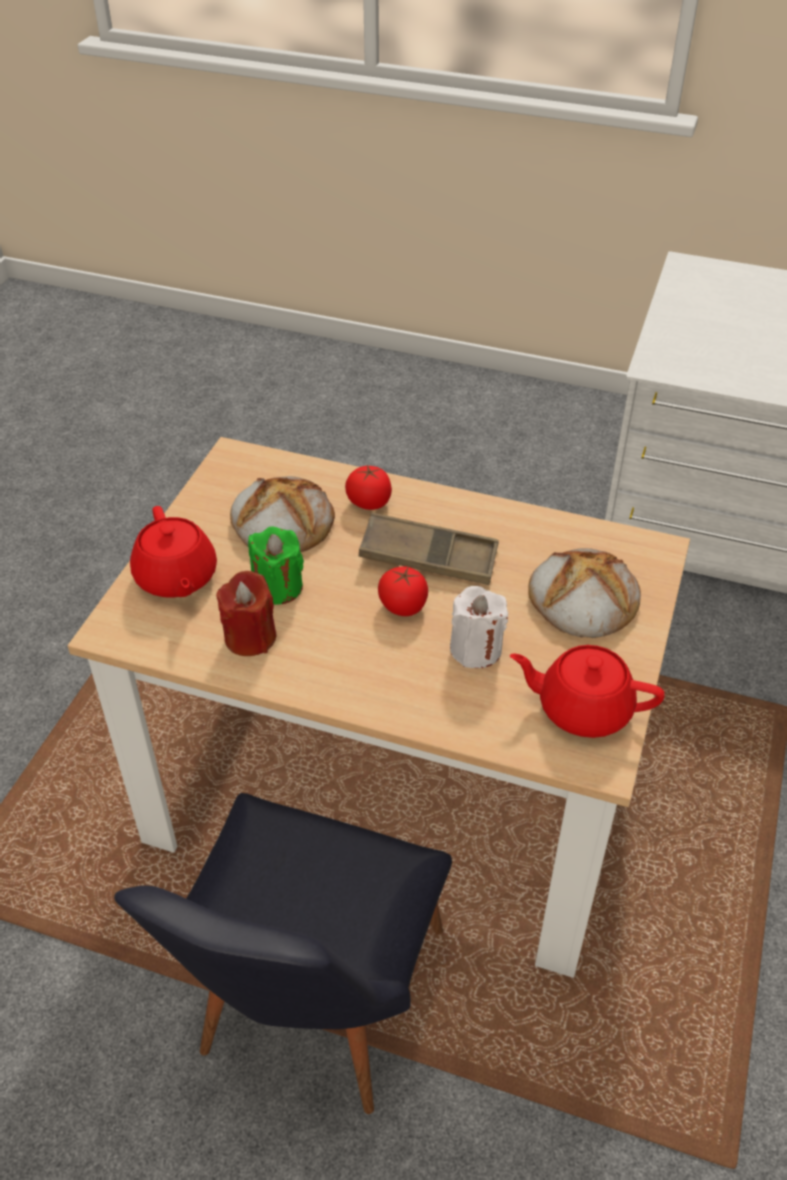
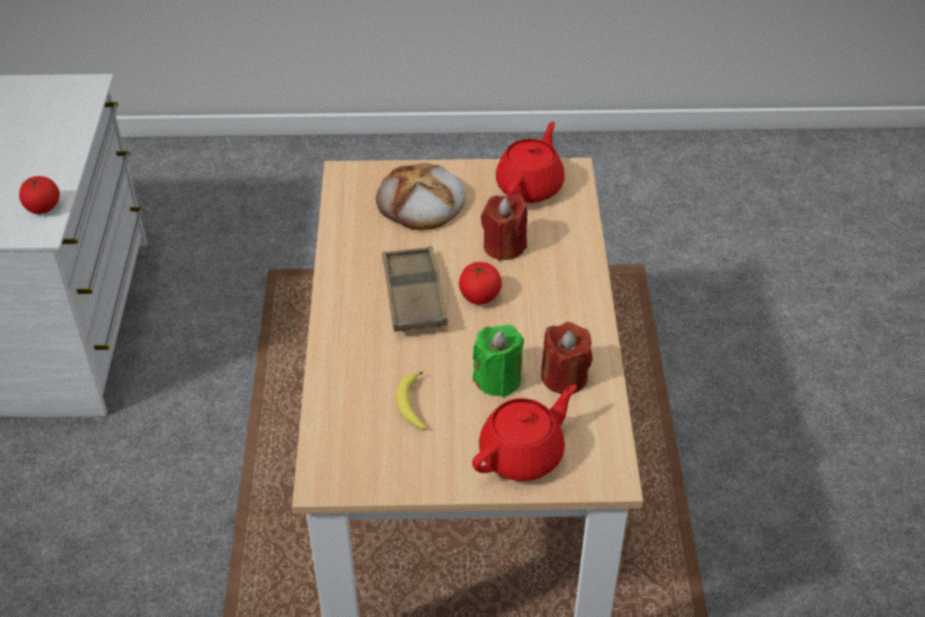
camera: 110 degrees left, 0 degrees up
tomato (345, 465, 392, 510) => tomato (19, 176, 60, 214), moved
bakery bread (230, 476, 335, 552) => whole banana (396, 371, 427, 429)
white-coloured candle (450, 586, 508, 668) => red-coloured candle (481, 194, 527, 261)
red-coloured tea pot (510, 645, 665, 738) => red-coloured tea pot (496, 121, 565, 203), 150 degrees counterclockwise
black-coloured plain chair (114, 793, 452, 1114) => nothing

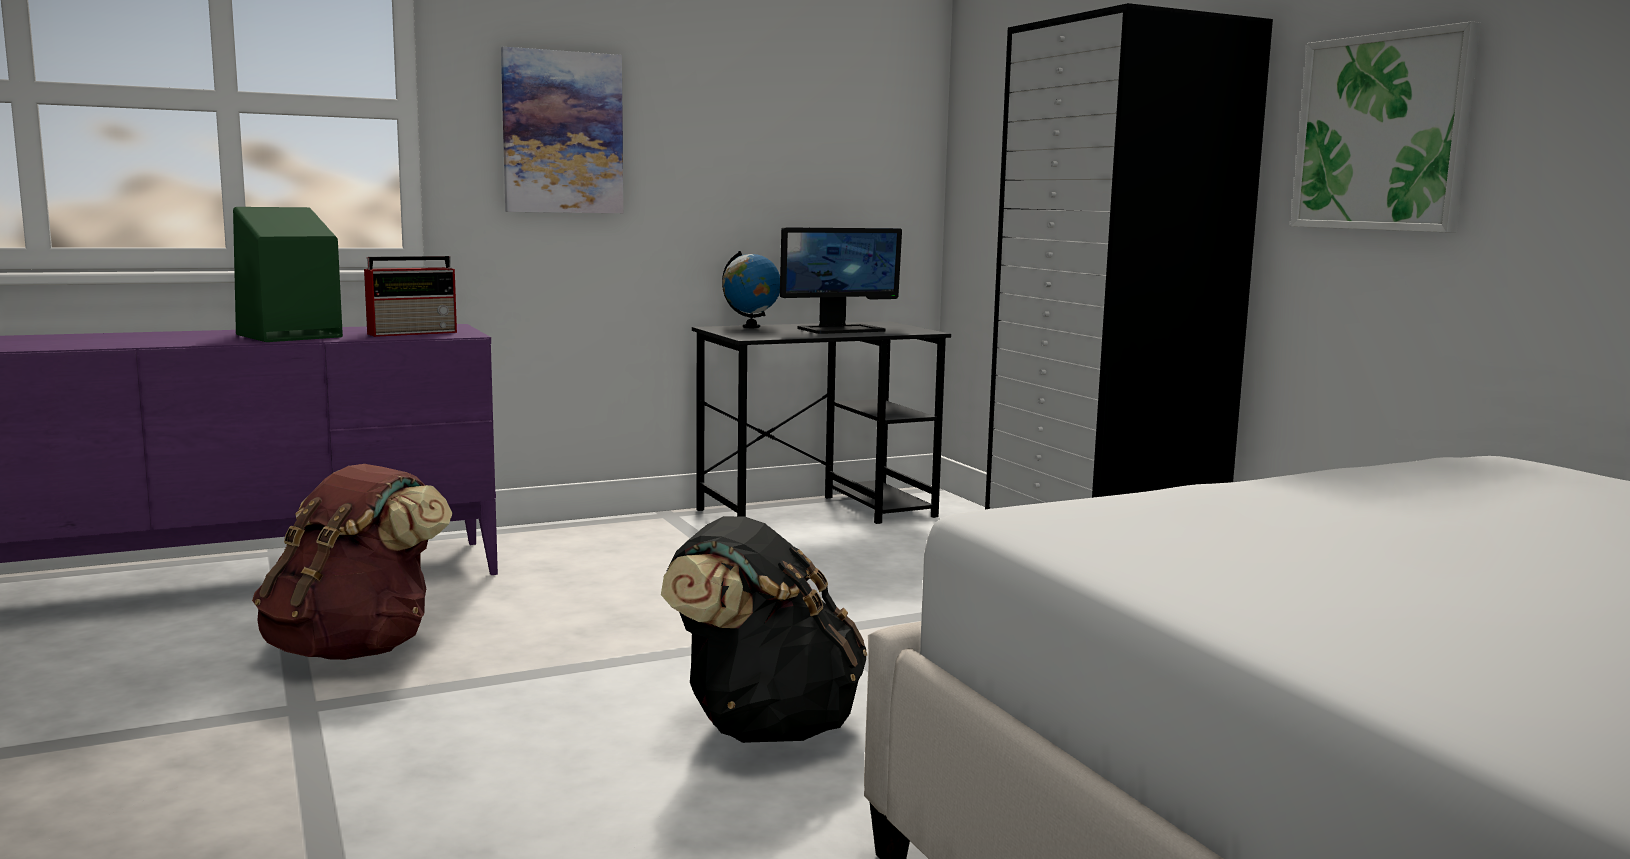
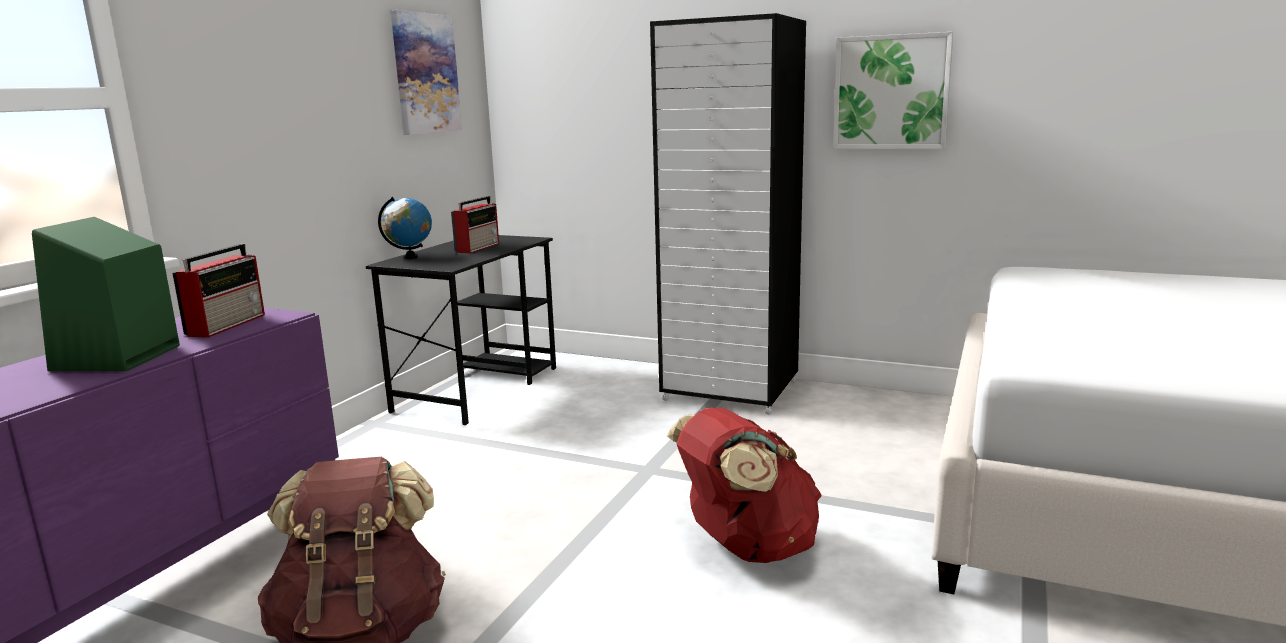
camera: 40 degrees left, 5 degrees up
wall art (501, 47, 623, 213) => wall art (391, 10, 462, 135), moved
computer display (780, 227, 902, 334) => radio (451, 196, 499, 253)
black-coloured rucksack (661, 516, 867, 743) => red-coloured rucksack (667, 408, 822, 563)

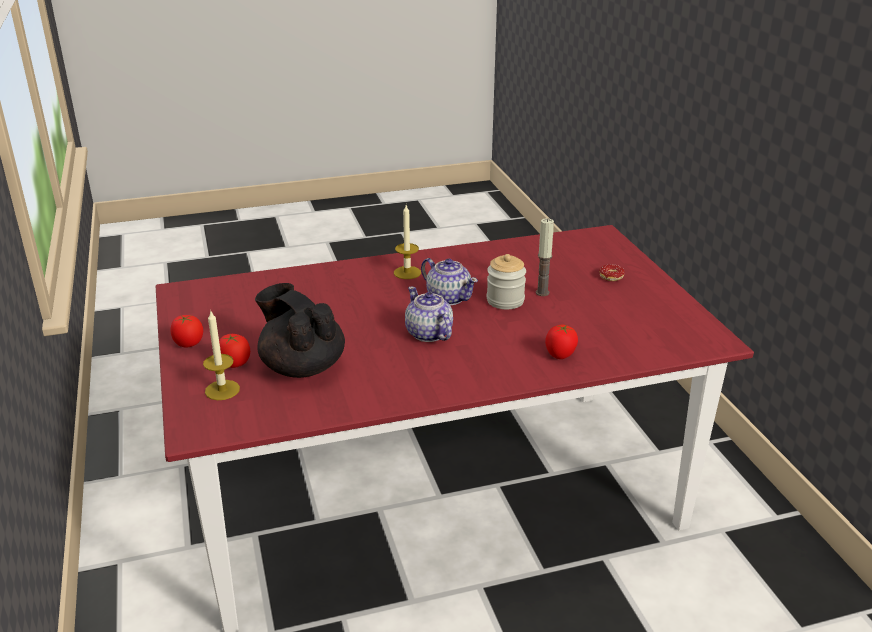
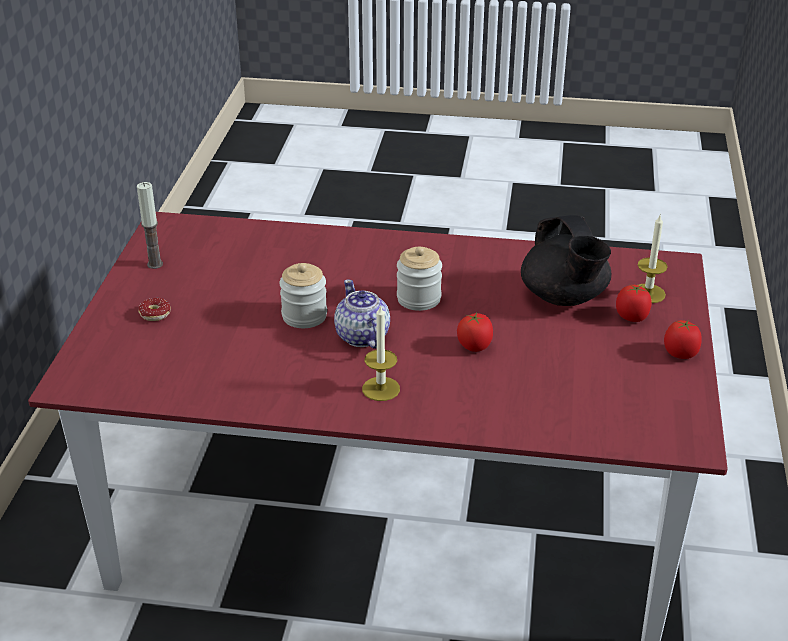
camera: 155 degrees left, 5 degrees up
candle (536, 218, 554, 296) => candle (137, 182, 163, 269), moved
tea pot (405, 287, 453, 342) => storage jar (397, 247, 442, 311)
tomato (545, 324, 578, 359) => tomato (457, 313, 493, 352), moved

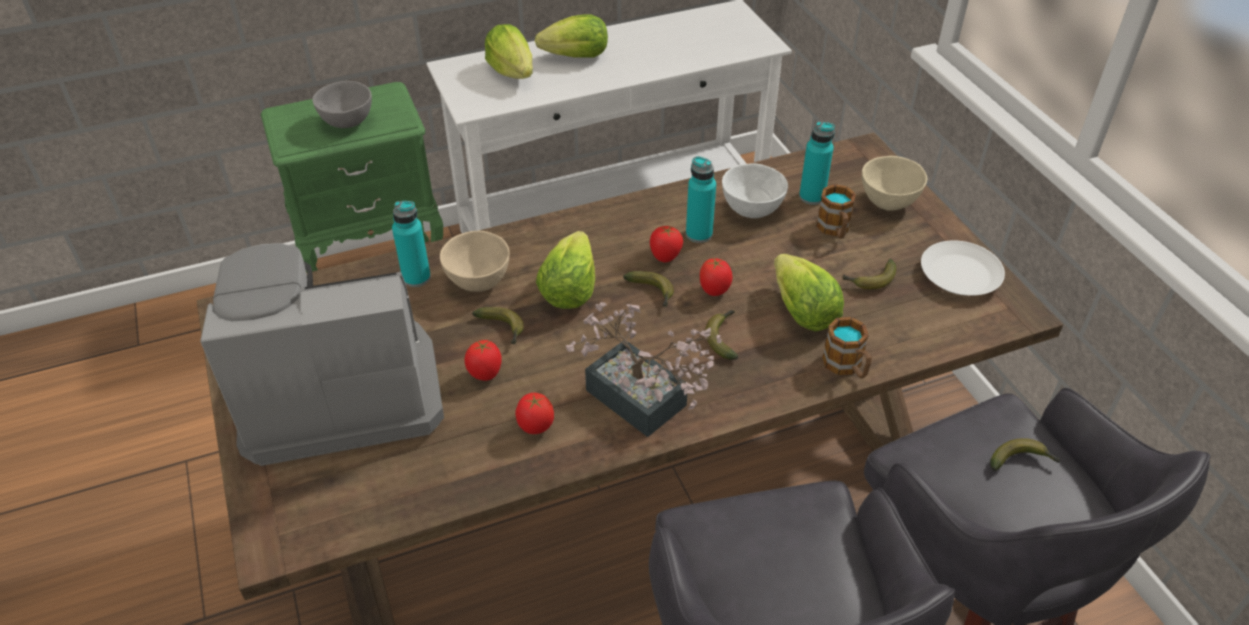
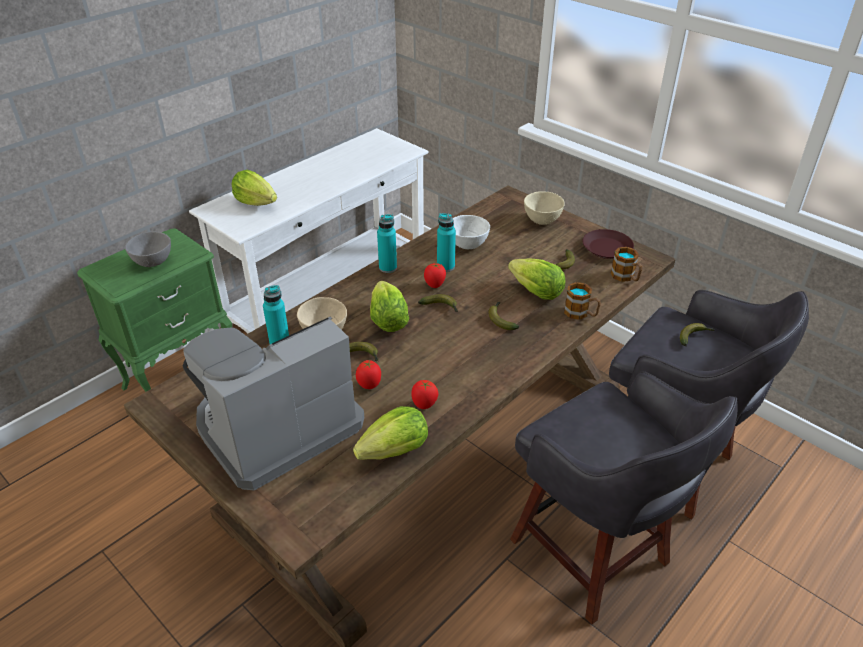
camera: 25 degrees left, 5 degrees down
lettuce (535, 14, 608, 58) => lettuce (353, 406, 428, 460), moved
turquoise-coloured drink bottle (799, 121, 835, 205) => turquoise-coloured drink bottle (377, 214, 397, 273), moved
white-coloured flat dish (921, 240, 1005, 296) => brown flat dish (583, 229, 634, 259)
tea mug (816, 184, 856, 239) => tea mug (611, 247, 642, 282), moved
houseplant (566, 302, 722, 437) => nothing
tomato (700, 258, 732, 296) => nothing

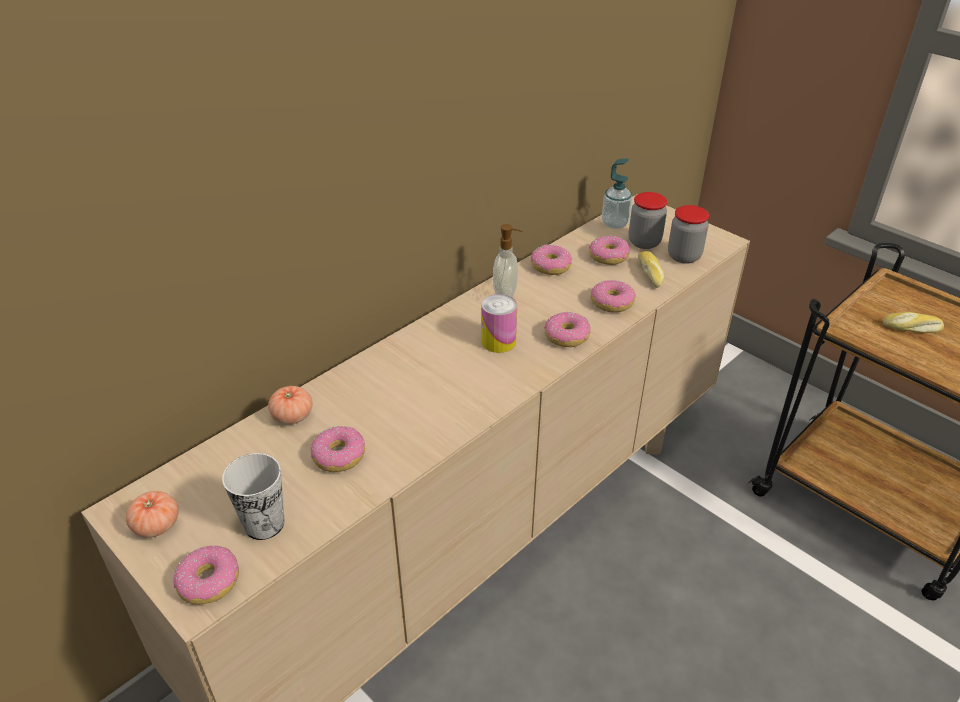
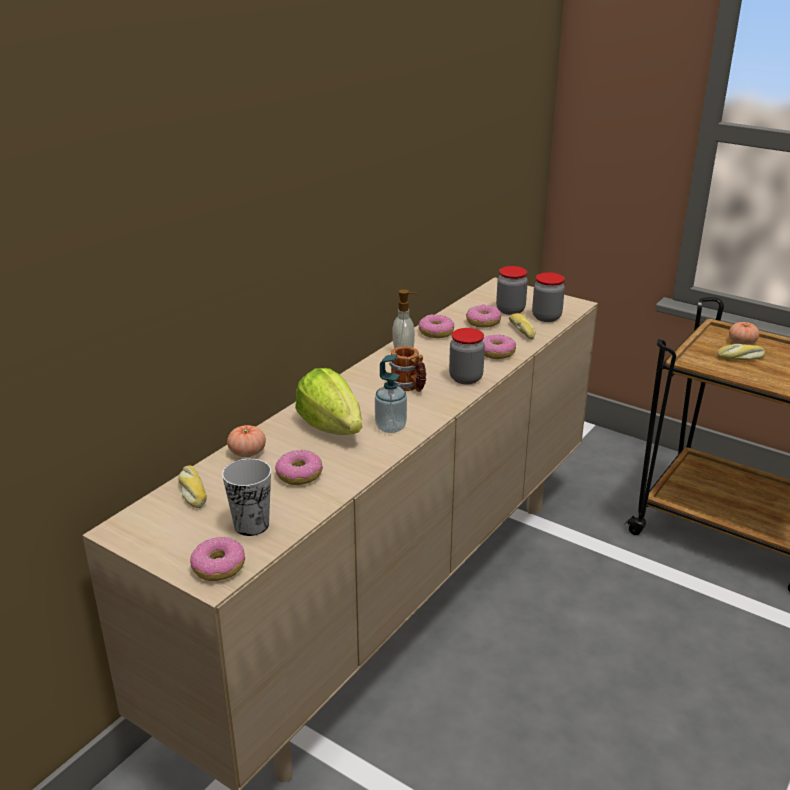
camera: 10 degrees left, 10 degrees down
nothing => bakery bread (178, 465, 207, 508)
nothing => lettuce (295, 368, 362, 435)
soap bottle (602, 158, 632, 229) => soap bottle (375, 354, 407, 433), moved
can (481, 294, 517, 353) => tea mug (389, 346, 426, 392)
donut (544, 312, 590, 347) => storage jar (449, 328, 485, 384)
tomato (126, 491, 179, 537) => tomato (729, 322, 759, 345), moved

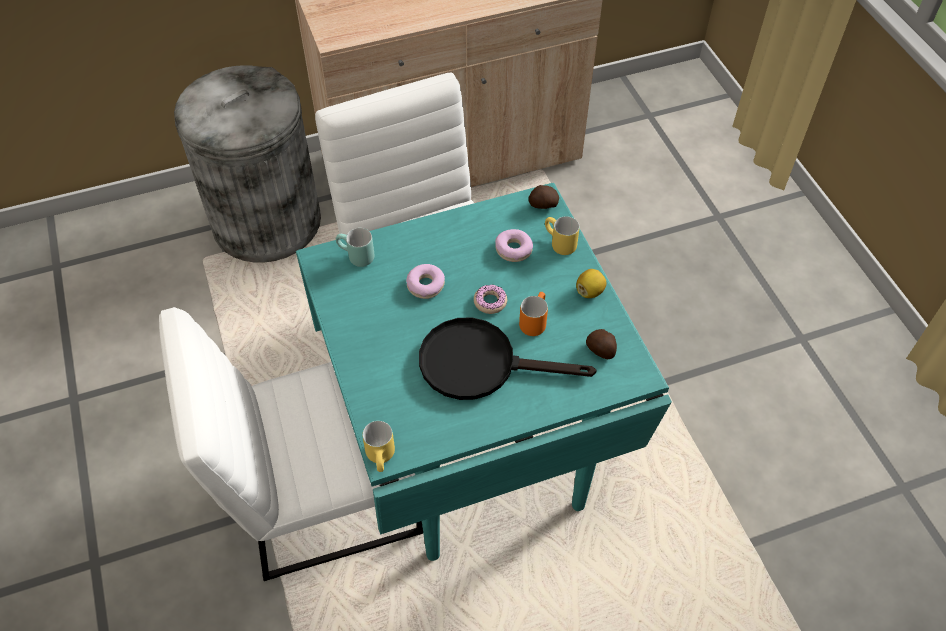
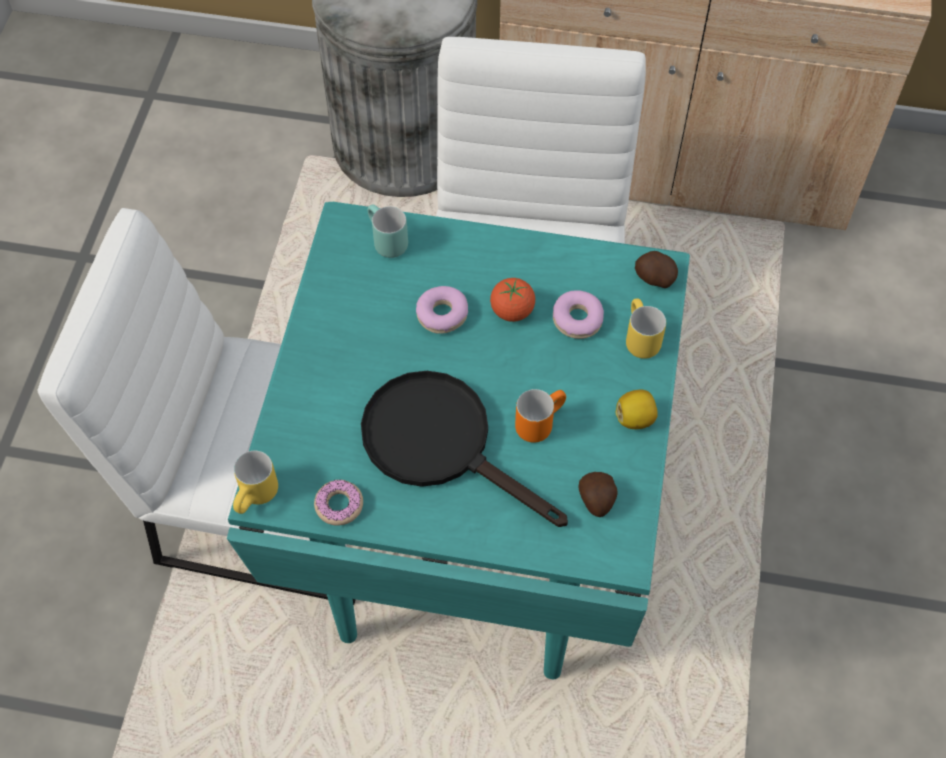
camera: 30 degrees right, 5 degrees up
donut (474, 285, 507, 314) => donut (314, 480, 363, 526), moved
nothing => tomato (490, 278, 535, 322)

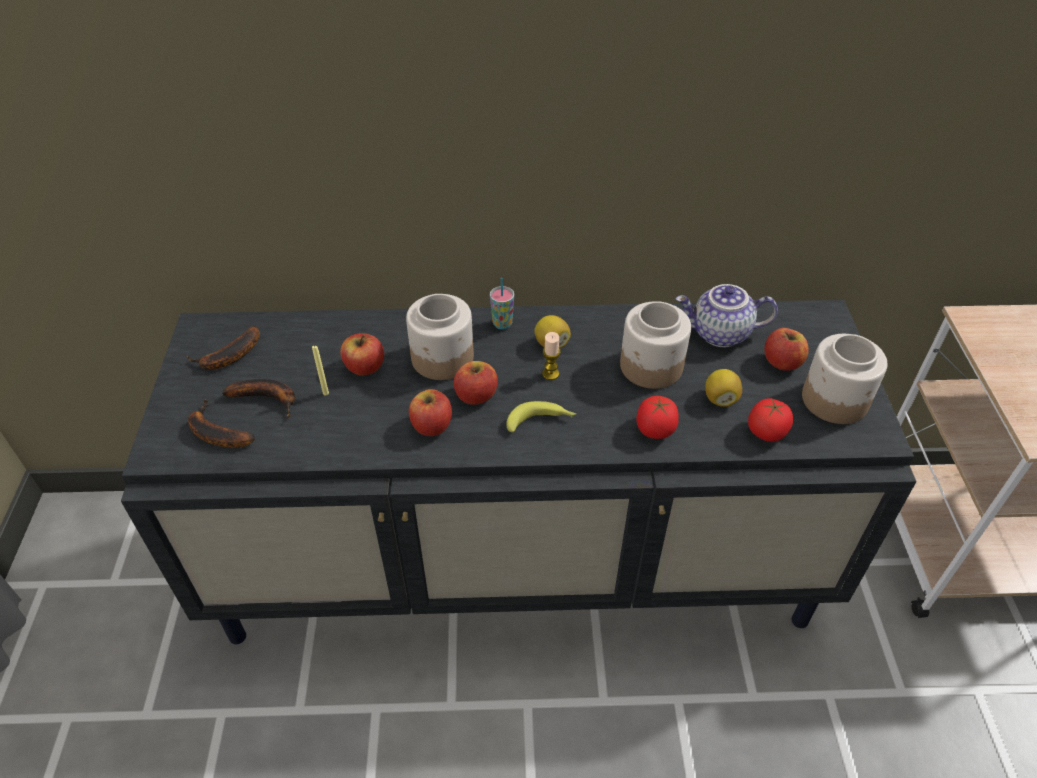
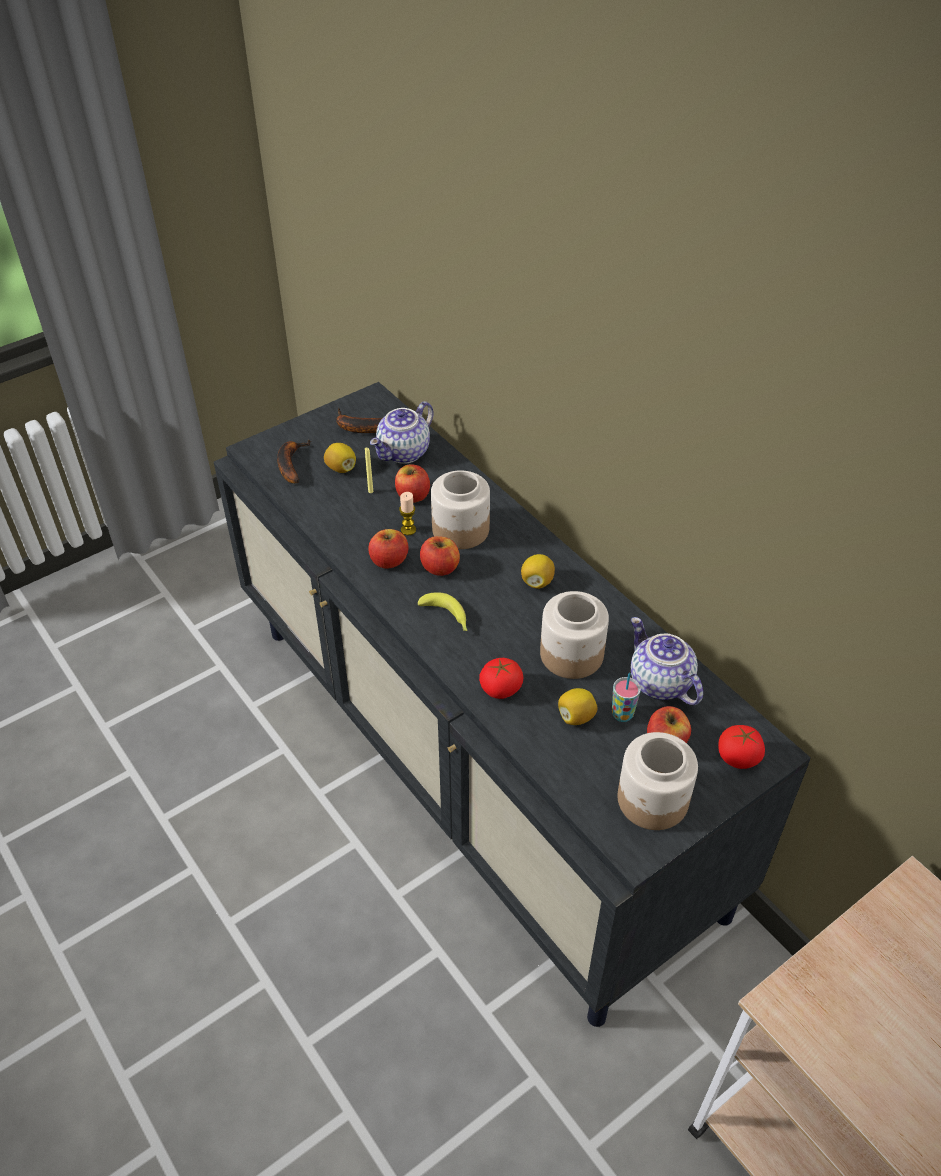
camera: 55 degrees right, 0 degrees up
whole banana (222, 379, 295, 418) => lemon (324, 443, 356, 473)
nothing => tea pot (370, 401, 434, 464)
candle (542, 332, 561, 380) => candle (399, 492, 416, 535), moved
small cup (490, 278, 514, 330) => small cup (612, 673, 641, 722), moved
tomato (748, 398, 793, 442) => tomato (718, 725, 765, 769), moved

